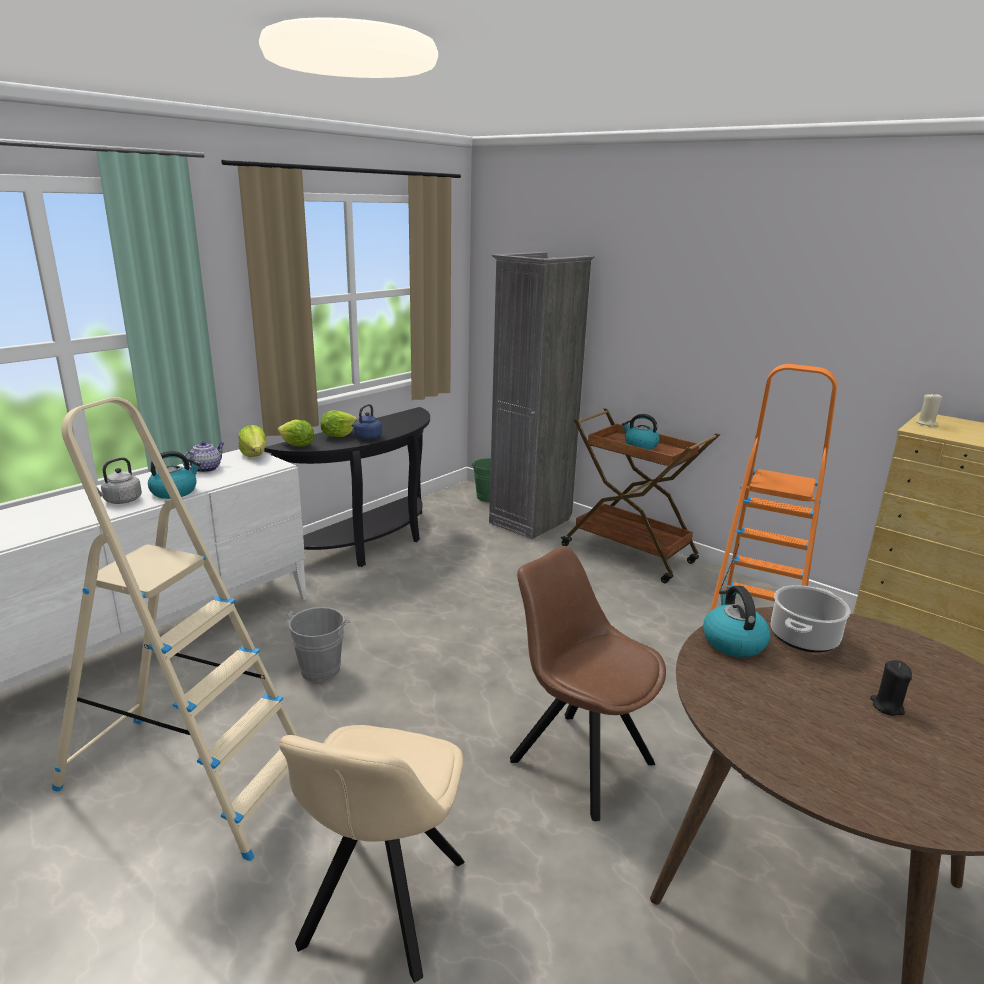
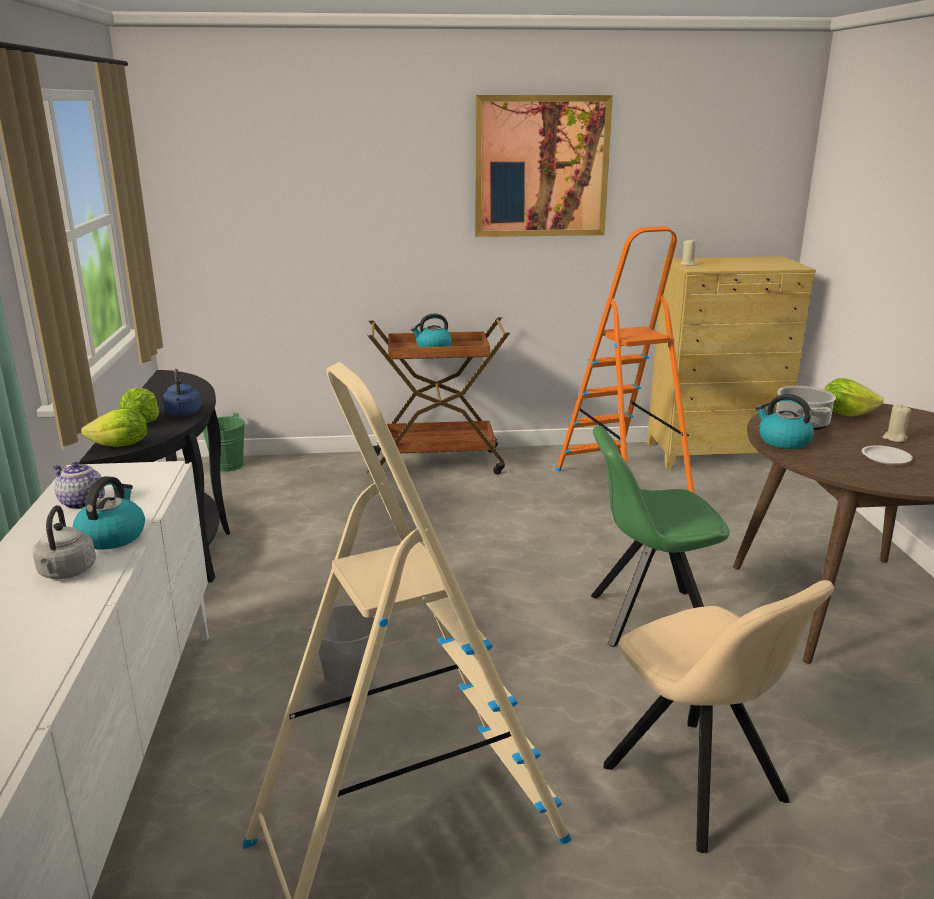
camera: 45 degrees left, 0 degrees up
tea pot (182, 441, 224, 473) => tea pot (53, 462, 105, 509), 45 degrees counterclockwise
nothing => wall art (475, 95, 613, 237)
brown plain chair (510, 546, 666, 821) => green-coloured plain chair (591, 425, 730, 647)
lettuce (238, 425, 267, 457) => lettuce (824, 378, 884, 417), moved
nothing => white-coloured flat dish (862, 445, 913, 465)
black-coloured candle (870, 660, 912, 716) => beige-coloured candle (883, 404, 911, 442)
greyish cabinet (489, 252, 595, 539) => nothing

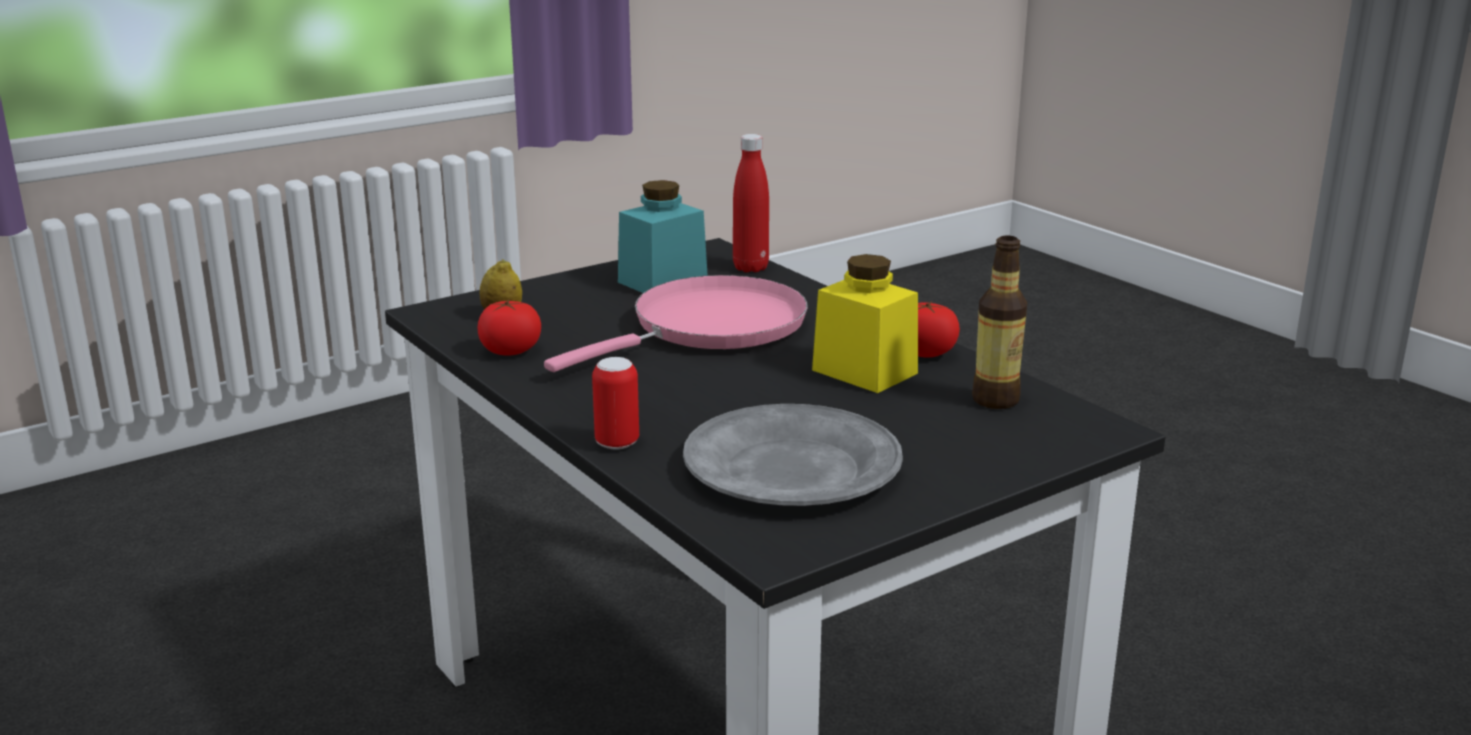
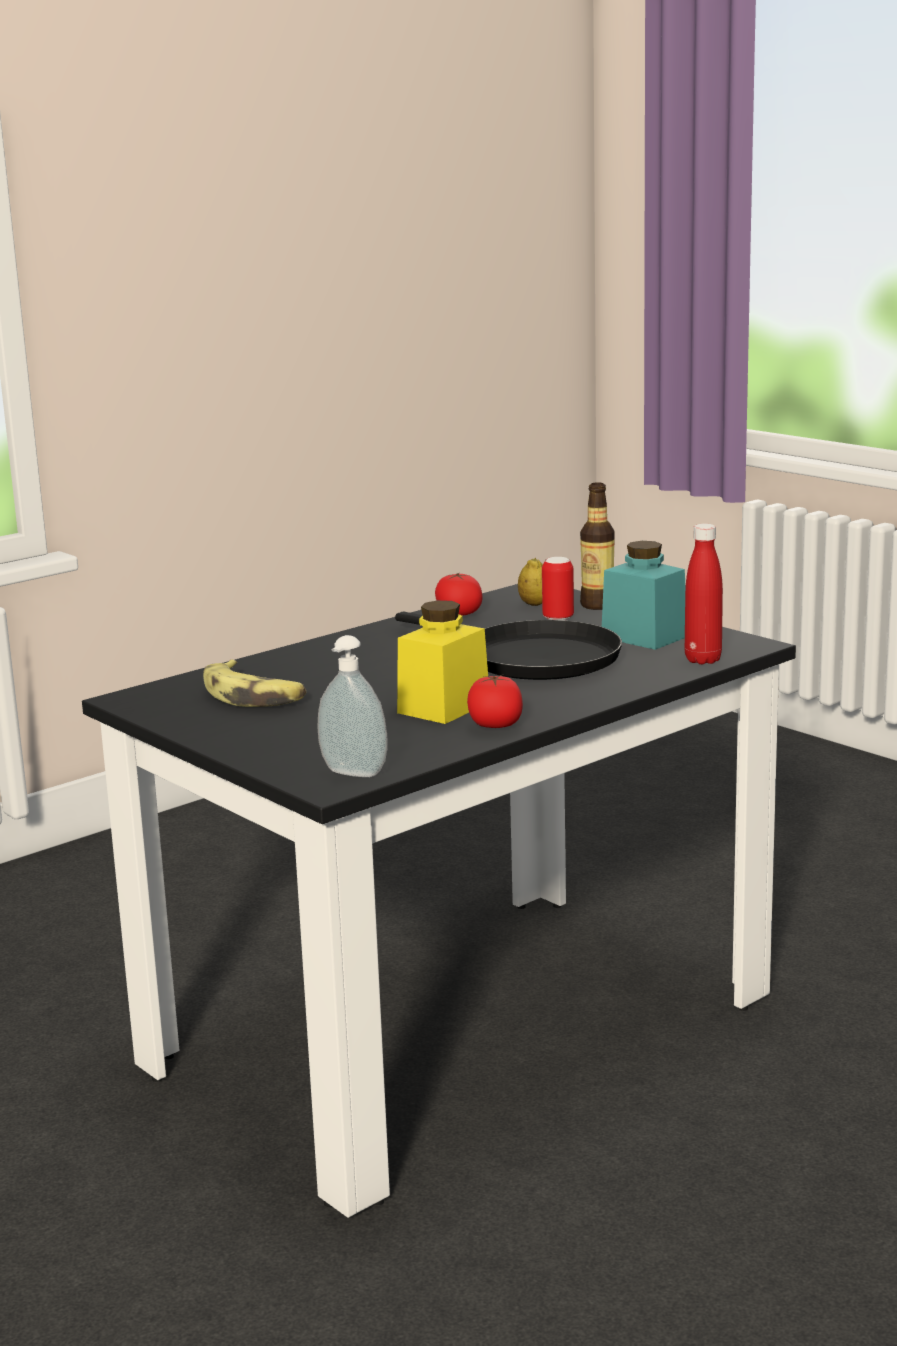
camera: 85 degrees right, 5 degrees down
greyish flat dish (683, 404, 903, 506) => whole banana (203, 660, 306, 707)
nothing => soap bottle (317, 635, 388, 777)
pinkish skillet (544, 275, 808, 372) => black-coloured skillet (395, 612, 622, 680)
can (592, 357, 639, 450) => can (542, 557, 574, 620), moved
drink bottle (972, 235, 1027, 409) => drink bottle (580, 482, 615, 610), moved

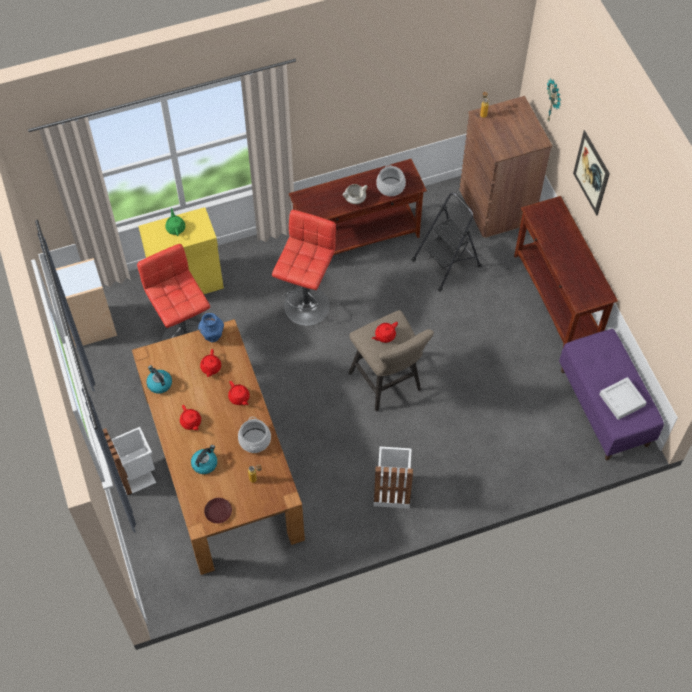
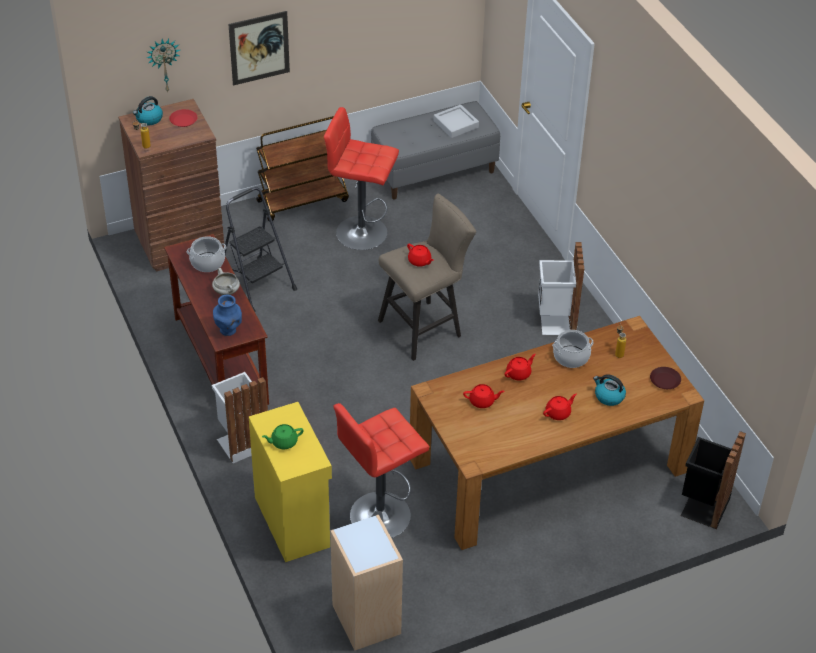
camera: 95 degrees left, 15 degrees down
tea kettle (146, 365, 172, 394) => tea kettle (133, 96, 163, 125), moved
nothing => red-coloured flat dish (169, 109, 197, 127)
white-coloured trash can (103, 427, 156, 496) => white-coloured trash can (212, 372, 268, 463), moved
bluish decorative vase (198, 313, 224, 342) => bluish decorative vase (213, 295, 242, 336), moved
brown narrow table (514, 196, 618, 347) => brown cart (256, 116, 349, 222)
red-coloured stool (272, 210, 336, 326) => red-coloured stool (324, 107, 399, 250), moved
purple-coloured long seat (559, 329, 664, 460) => greyish long seat (371, 101, 500, 200)
nothing => black-coloured trash can (681, 431, 746, 529)

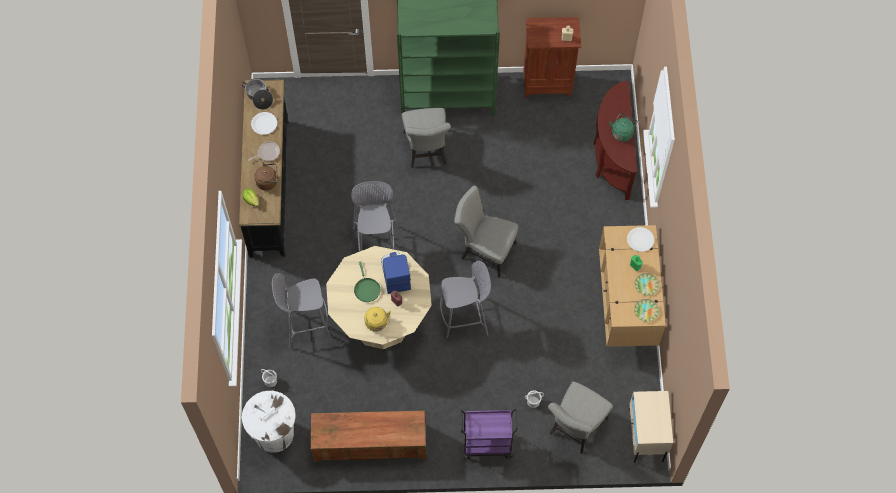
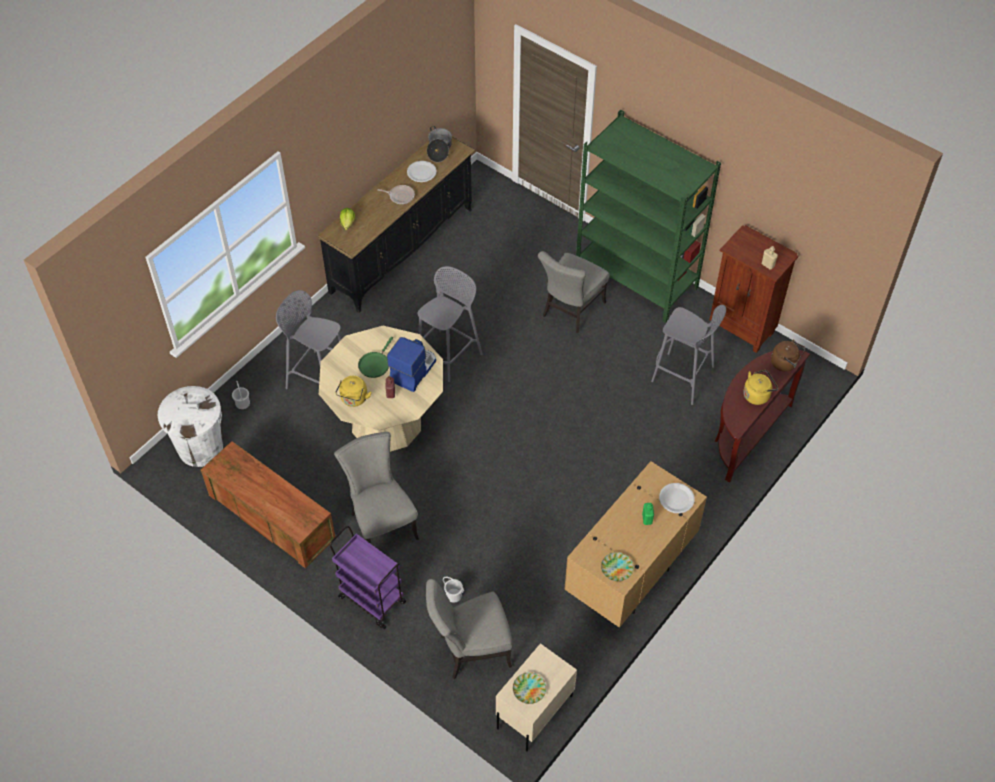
camera: 40 degrees right, 10 degrees down
greyish plain chair (454, 186, 518, 278) => greyish plain chair (334, 432, 419, 544), moved
flat dish (634, 273, 659, 296) => flat dish (513, 672, 546, 704), moved
greyish stool (439, 261, 491, 338) => greyish stool (651, 305, 726, 405), moved
green-coloured tea kettle (609, 113, 638, 142) => yellowish tea kettle (743, 370, 778, 405)
brown tea kettle (254, 162, 278, 190) => brown tea kettle (771, 339, 805, 372), moved

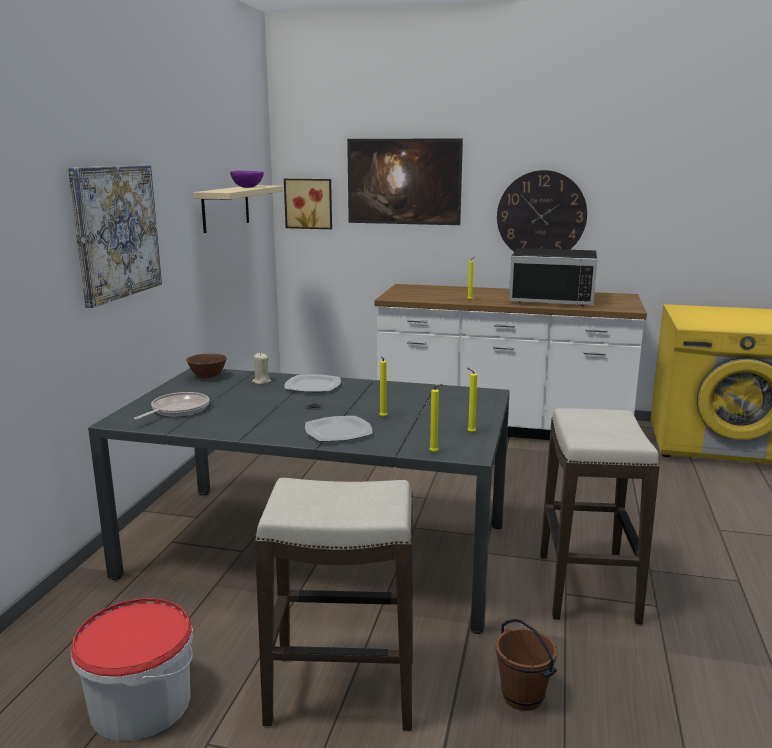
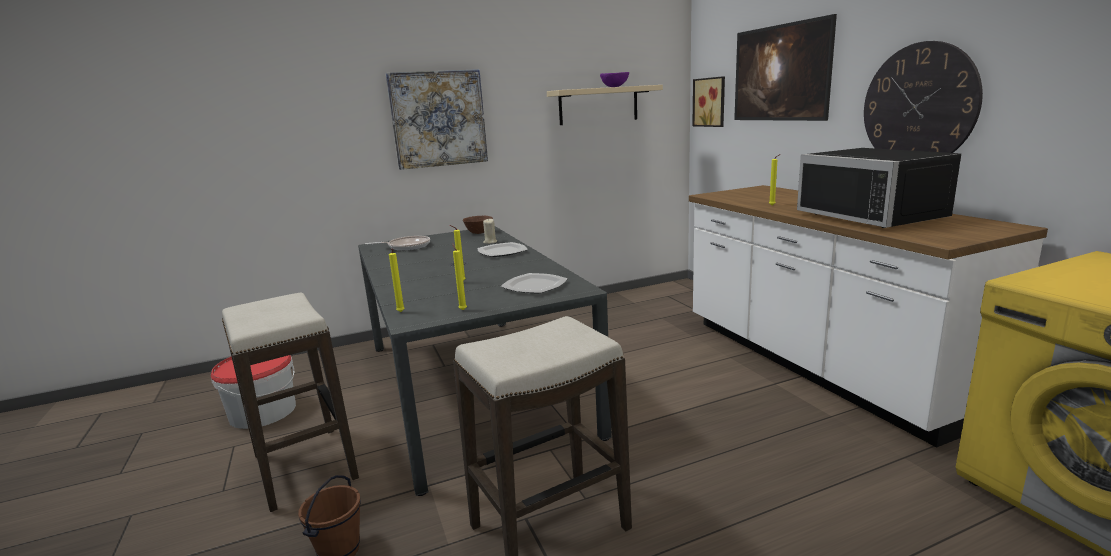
camera: 55 degrees right, 0 degrees up
flat dish (305, 416, 373, 442) => flat dish (501, 273, 567, 294), moved

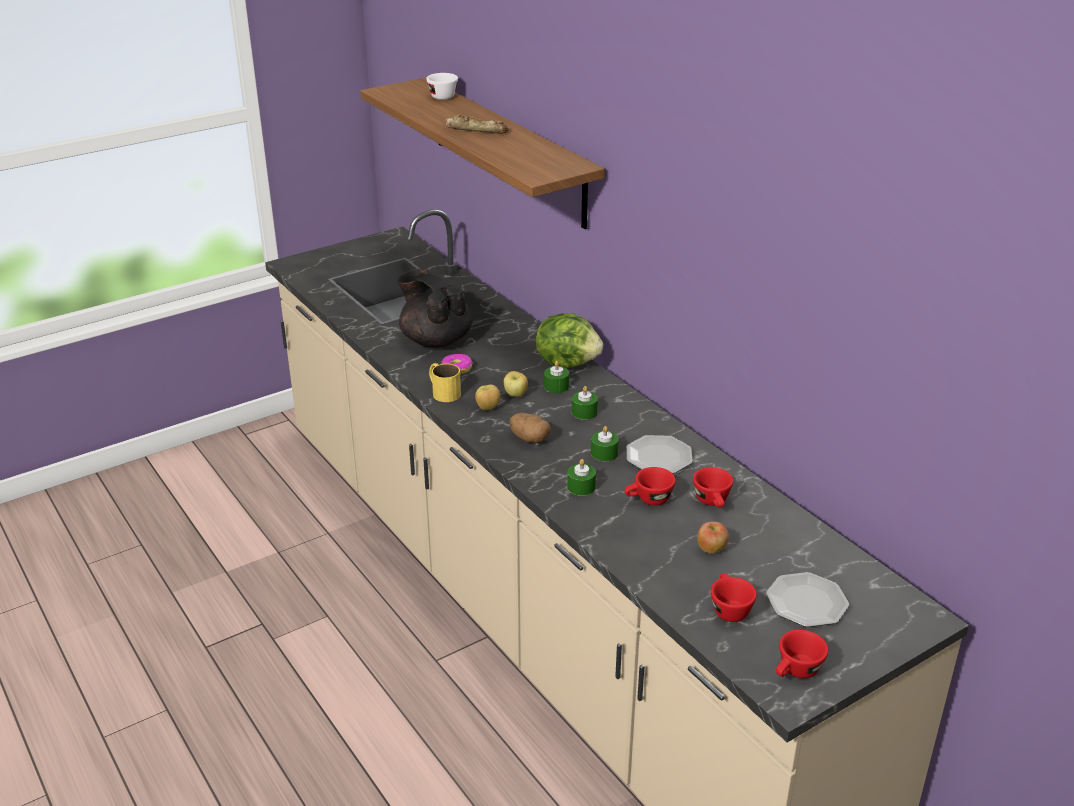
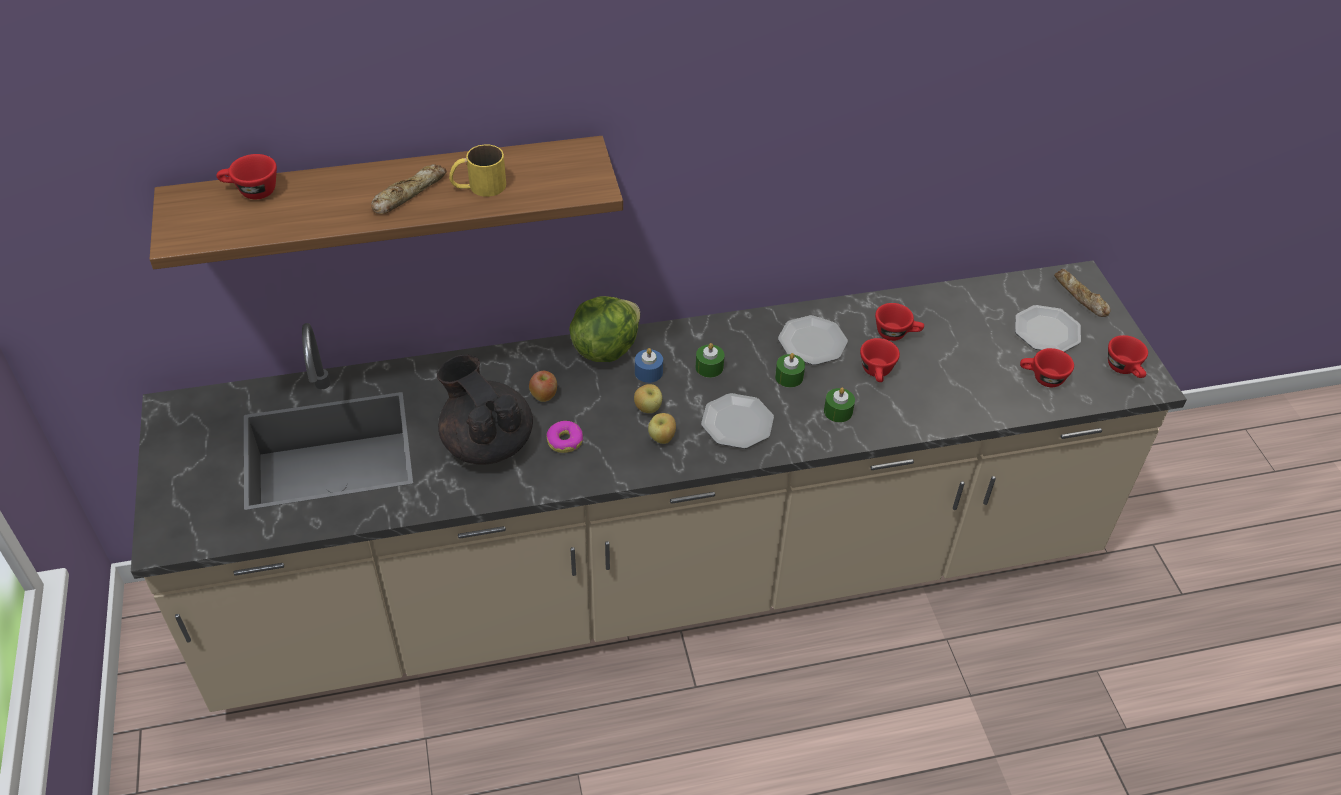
camera: 70 degrees left, 15 degrees up
white-coloured small cup (426, 73, 458, 100) => red-coloured small cup (216, 154, 277, 199)
black-coloured tea pot (397, 268, 473, 348) => black-coloured tea pot (437, 354, 533, 464), 75 degrees clockwise
yellowish tea mug (429, 363, 461, 402) => yellowish tea mug (449, 144, 506, 197), moved
apple (698, 522, 729, 554) => apple (529, 371, 557, 402), moved
green-coloured candle (544, 361, 569, 393) => bluish candle (635, 348, 663, 383)
whole potato (509, 413, 551, 443) => flat dish (701, 393, 774, 449)
nothing => bakery bread (1054, 269, 1111, 317)

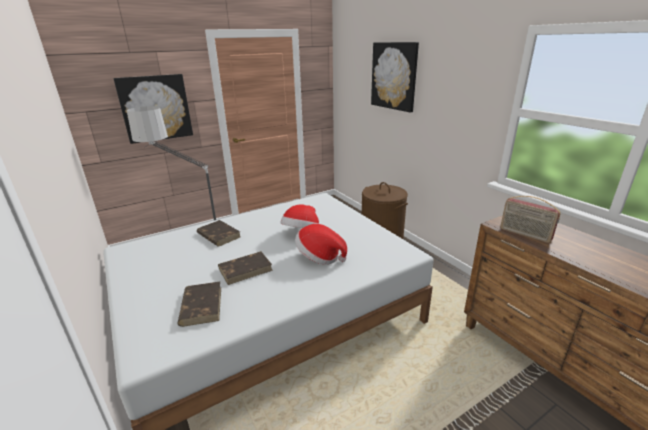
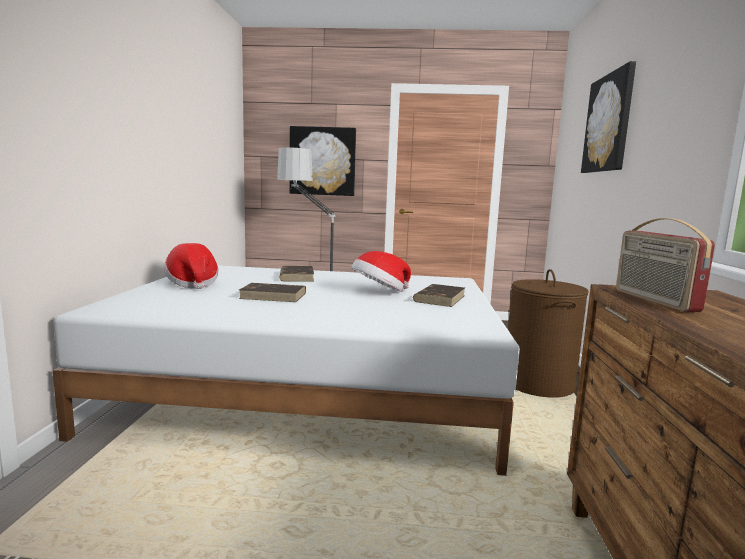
camera: 35 degrees right, 15 degrees down
hat (295, 224, 347, 265) => hat (164, 243, 218, 289), moved
brown volume (178, 282, 221, 327) => brown volume (413, 284, 465, 307), moved

